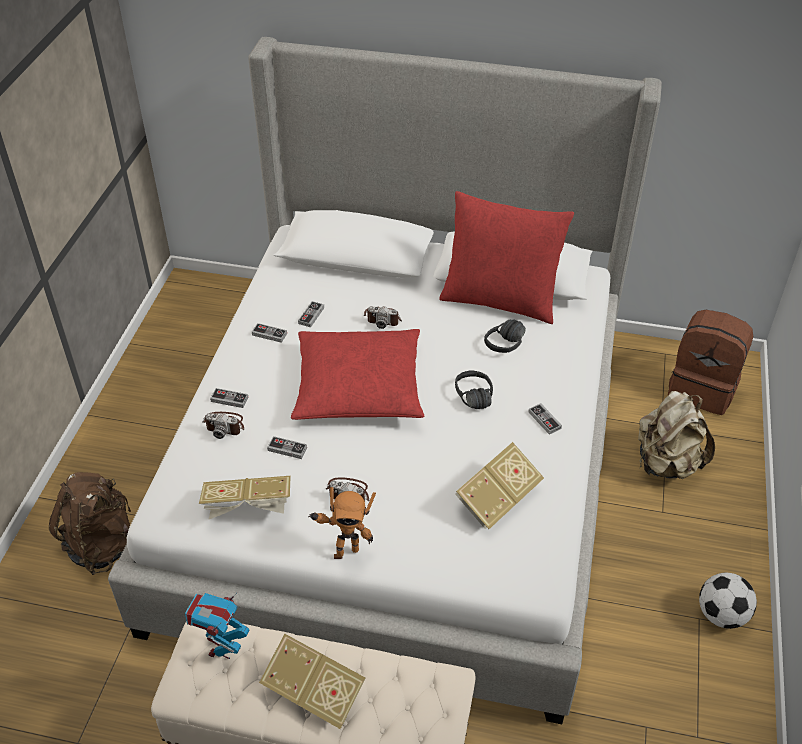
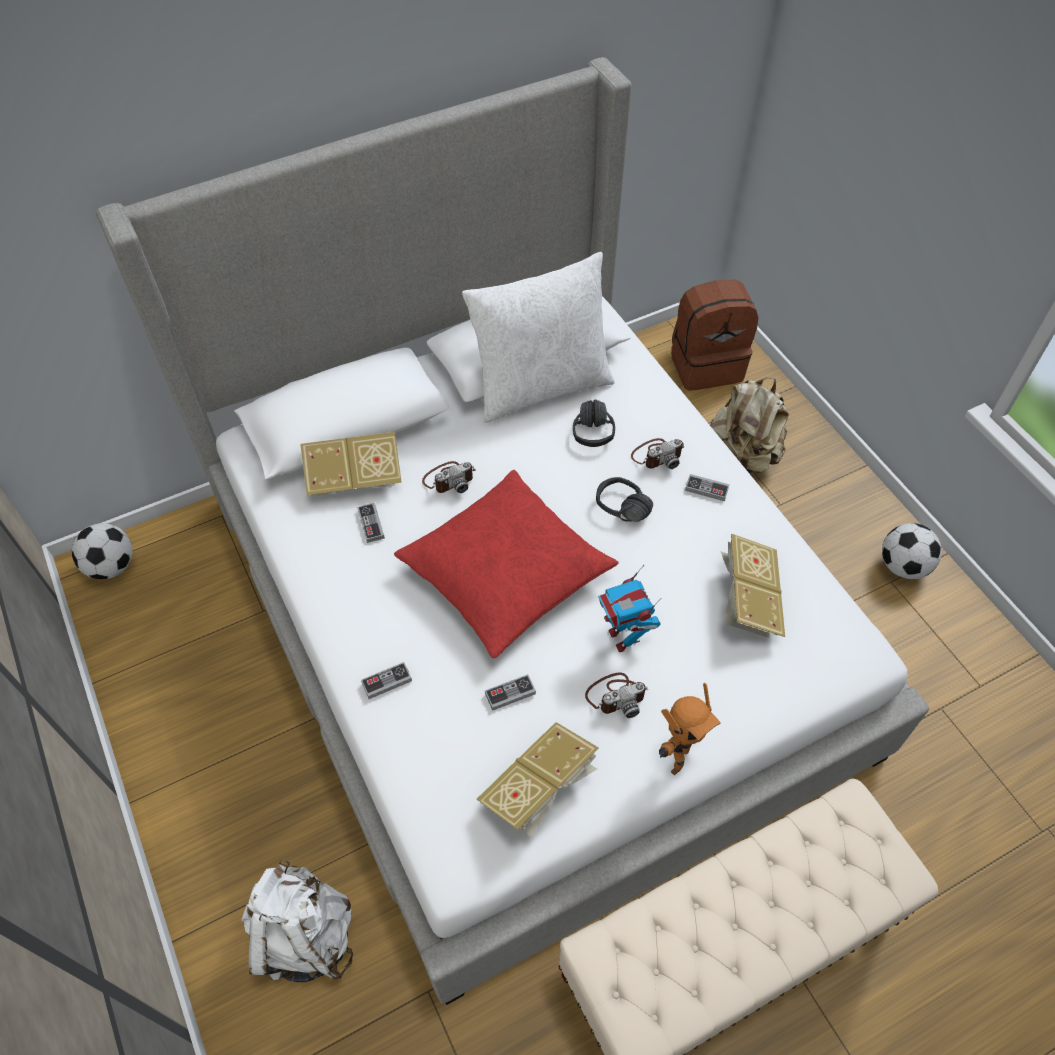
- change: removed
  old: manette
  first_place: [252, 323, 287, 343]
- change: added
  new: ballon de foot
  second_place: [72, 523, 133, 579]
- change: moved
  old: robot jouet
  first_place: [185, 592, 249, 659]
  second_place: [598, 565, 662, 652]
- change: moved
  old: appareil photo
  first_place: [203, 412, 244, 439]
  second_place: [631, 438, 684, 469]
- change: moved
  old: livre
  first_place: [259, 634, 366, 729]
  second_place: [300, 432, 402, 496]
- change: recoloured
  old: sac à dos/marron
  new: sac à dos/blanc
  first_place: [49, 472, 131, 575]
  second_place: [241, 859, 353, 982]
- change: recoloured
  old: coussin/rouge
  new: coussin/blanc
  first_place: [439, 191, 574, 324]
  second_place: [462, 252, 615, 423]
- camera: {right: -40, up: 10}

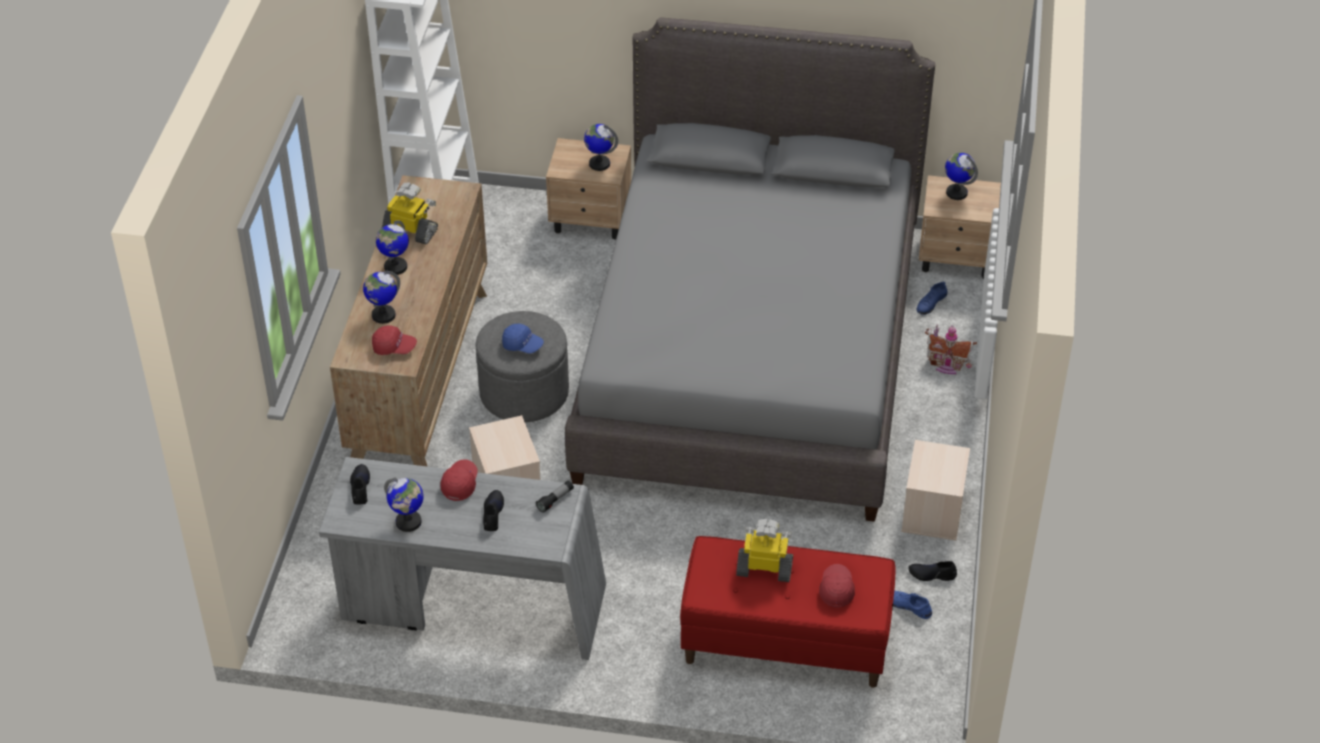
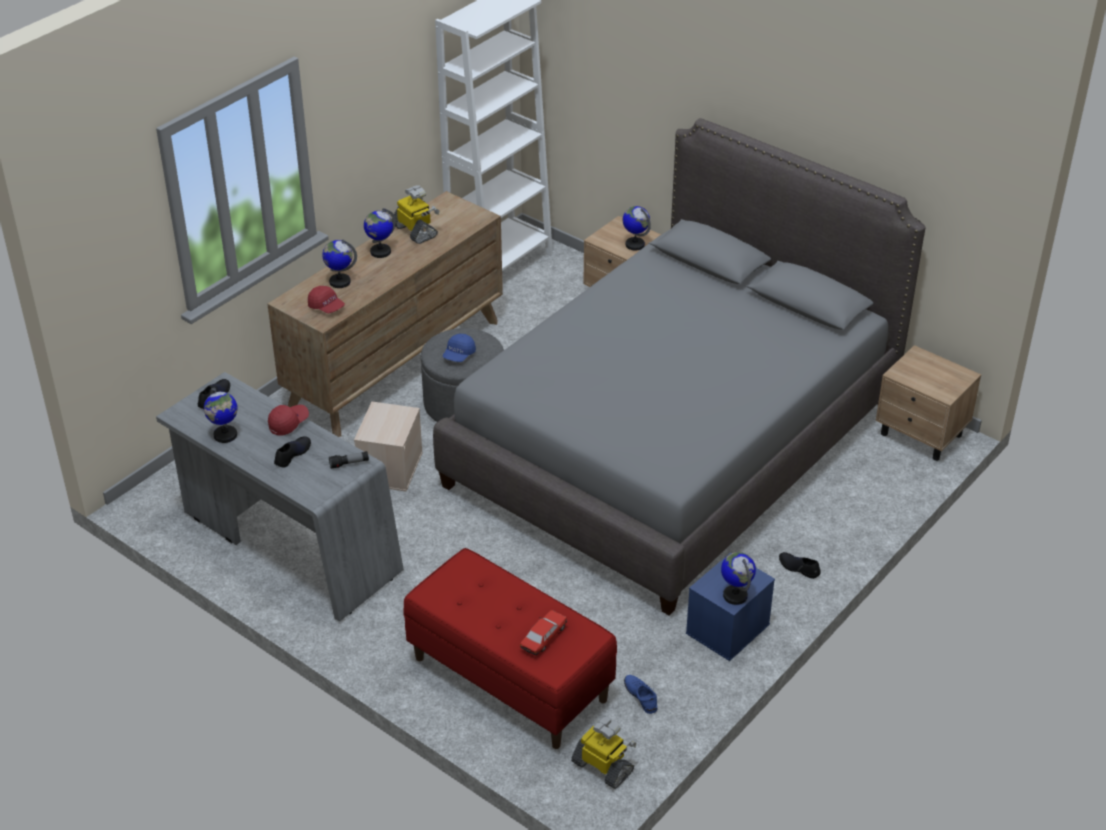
- change: removed
  old: chaussure/bleu
  first_place: [916, 281, 948, 315]
- change: removed
  old: maison miniature
  first_place: [925, 325, 977, 374]
- change: moved
  old: robot jouet
  first_place: [736, 519, 793, 582]
  second_place: [571, 717, 636, 789]
- change: moved
  old: chaussure/noir
  first_place: [908, 561, 957, 581]
  second_place: [779, 552, 821, 579]
- change: moved
  old: globe
  first_place: [945, 152, 978, 200]
  second_place: [721, 552, 756, 605]
- change: replaced
  old: casquette/rouge
  new: petite voiture
  first_place: [819, 564, 855, 608]
  second_place: [520, 610, 567, 655]
- change: recoloured
  old: boîte de rangement/beige
  new: boîte de rangement/bleu
  first_place: [901, 440, 970, 541]
  second_place: [686, 552, 775, 661]
- change: turned
  old: casquette/bleu
  first_place: [502, 324, 544, 353]
  second_place: [443, 334, 476, 362]
  degrees: 60
- camera: {right: 30, up: -5}

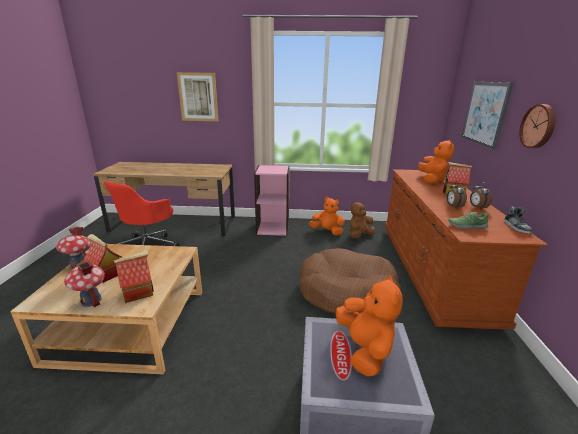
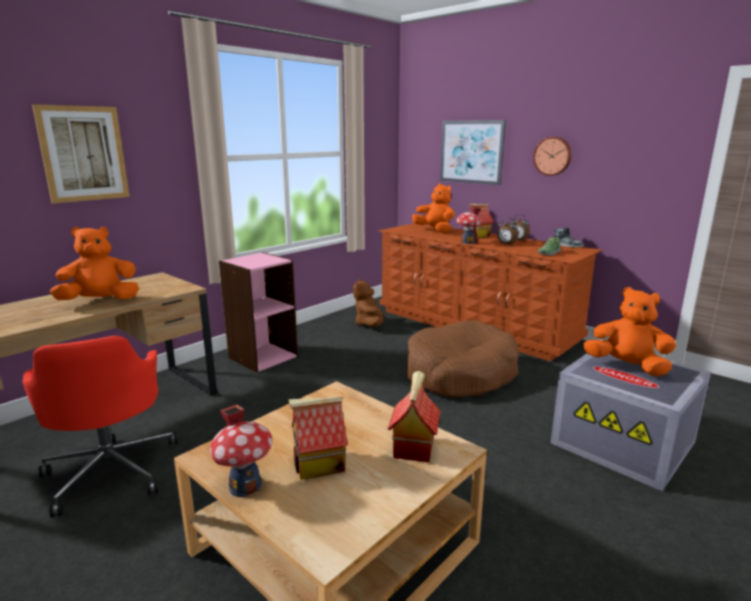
- change: moved
  old: maison miniature
  first_place: [64, 260, 105, 307]
  second_place: [456, 207, 482, 244]
- change: moved
  old: peluche/orange
  first_place: [309, 197, 345, 235]
  second_place: [50, 227, 139, 300]
- camera: {right: -50, up: -5}

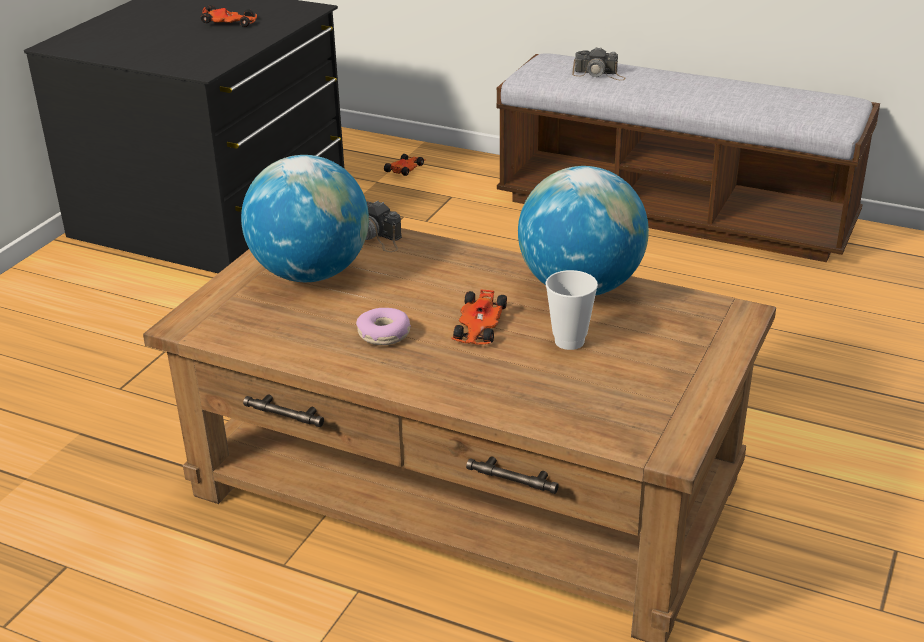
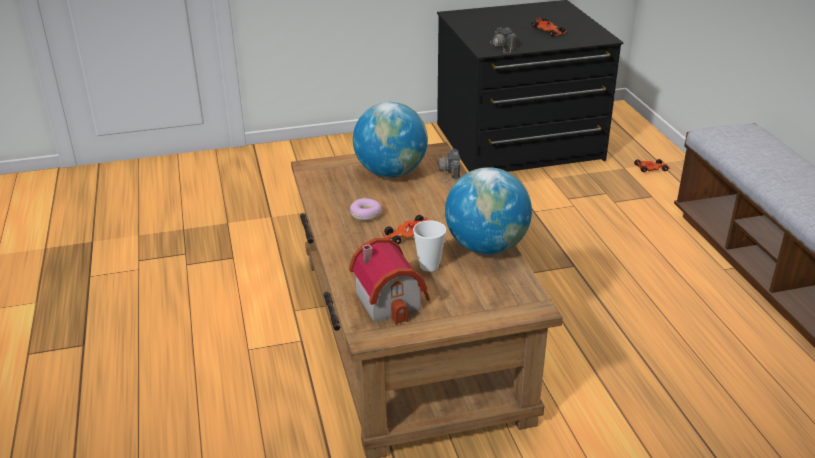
- change: added
  new: maison miniature
  second_place: [349, 238, 430, 325]
- change: moved
  old: appareil photo
  first_place: [572, 48, 626, 80]
  second_place: [490, 27, 516, 53]
- camera: {right: 50, up: 0}

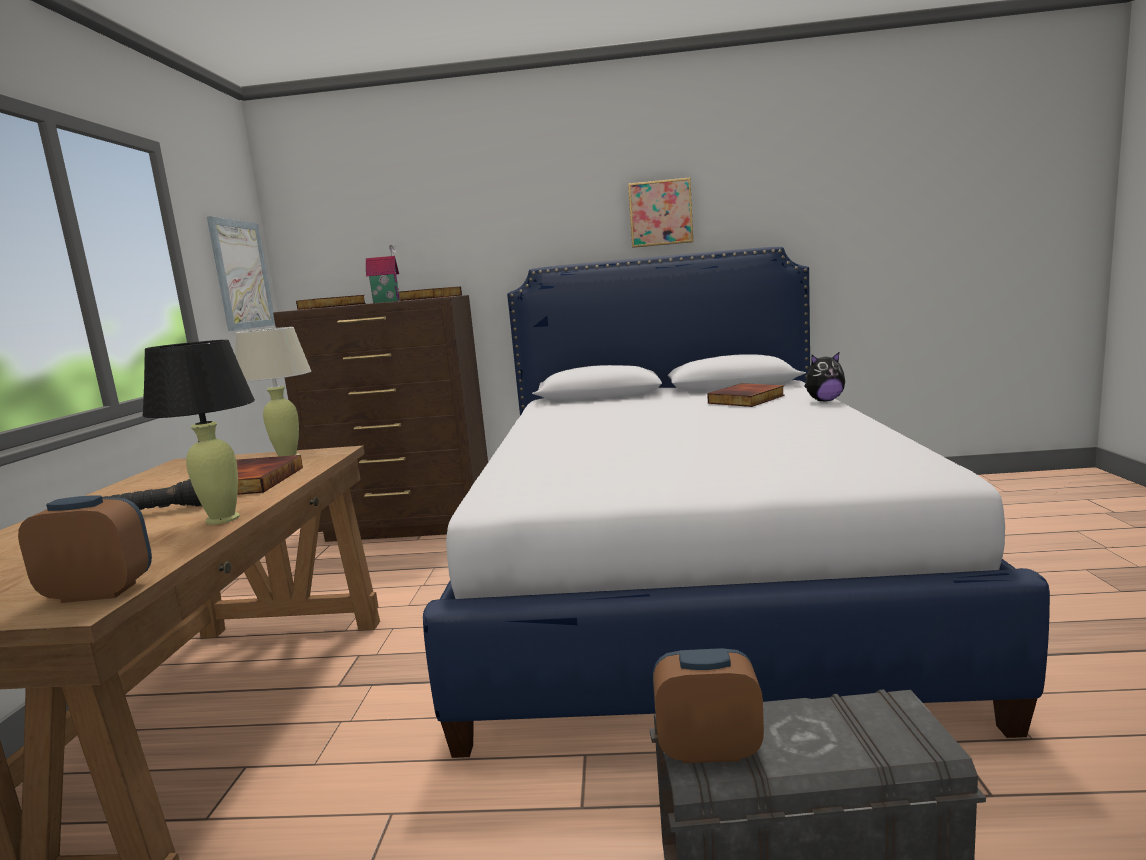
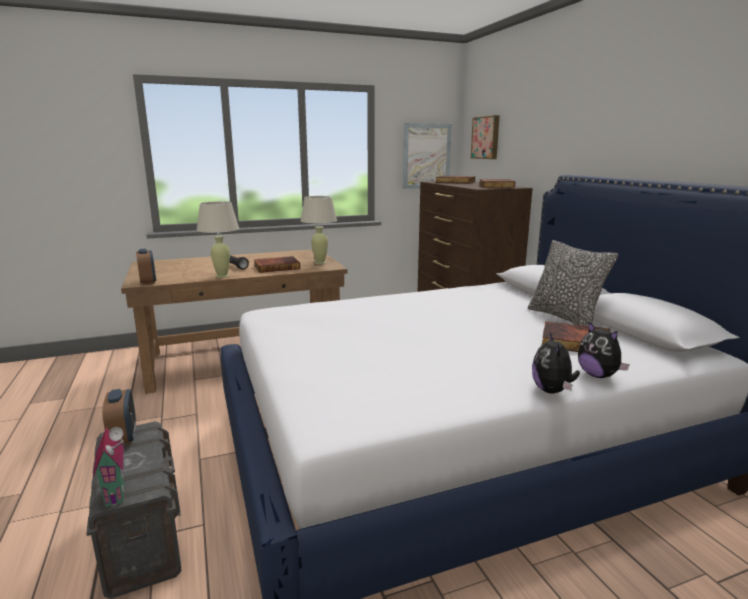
- change: added
  new: coussin
  second_place: [528, 240, 618, 326]
- change: added
  new: peluche
  second_place: [532, 333, 580, 394]
- change: moved
  old: maison miniature
  first_place: [366, 245, 400, 303]
  second_place: [93, 427, 124, 507]
- change: moved
  old: tableau
  first_place: [628, 178, 693, 248]
  second_place: [471, 115, 500, 159]
- change: recoloured
  old: lampe de table/noir
  new: lampe de table/beige
  first_place: [142, 340, 255, 525]
  second_place: [197, 201, 239, 278]
- camera: {right: 65, up: 5}

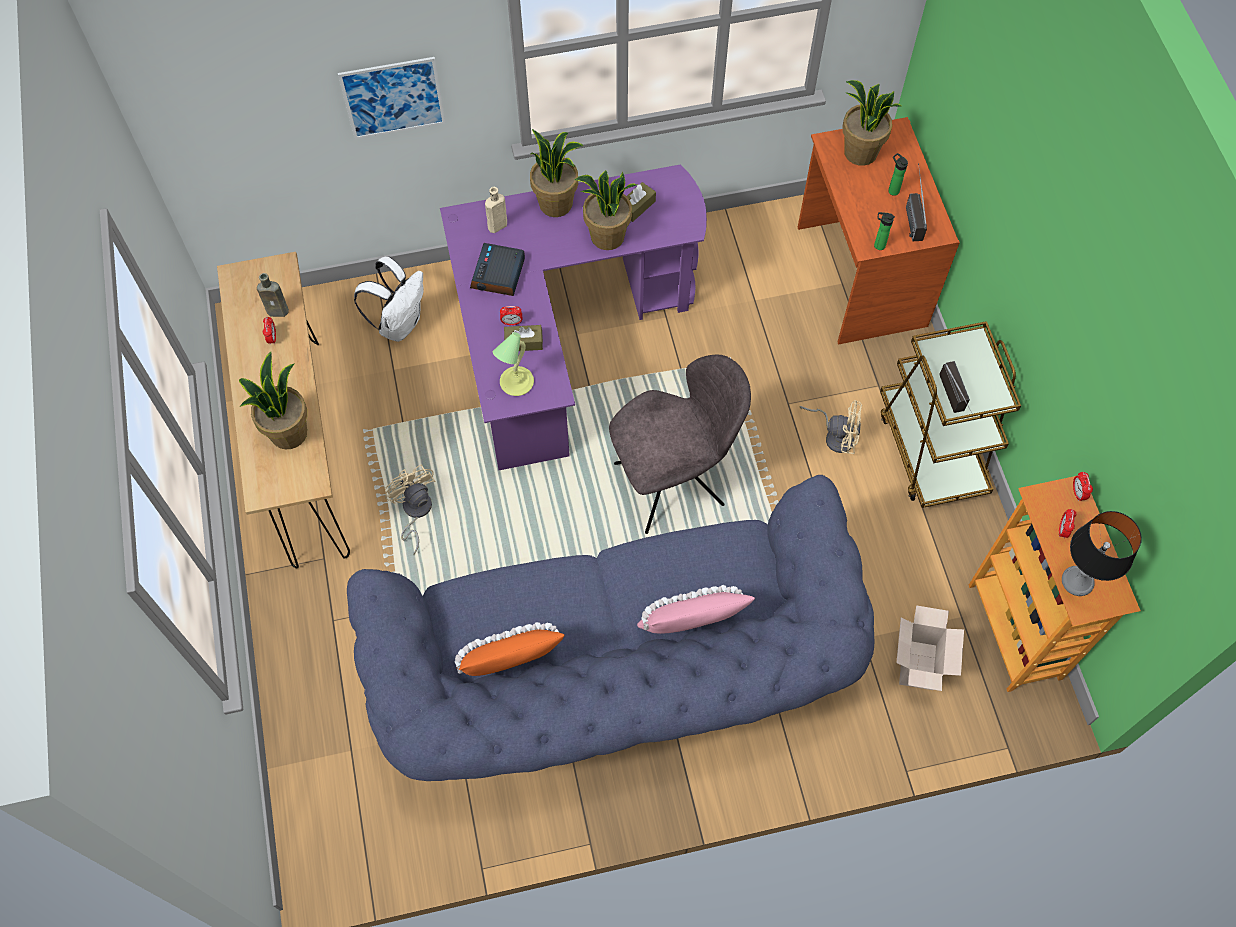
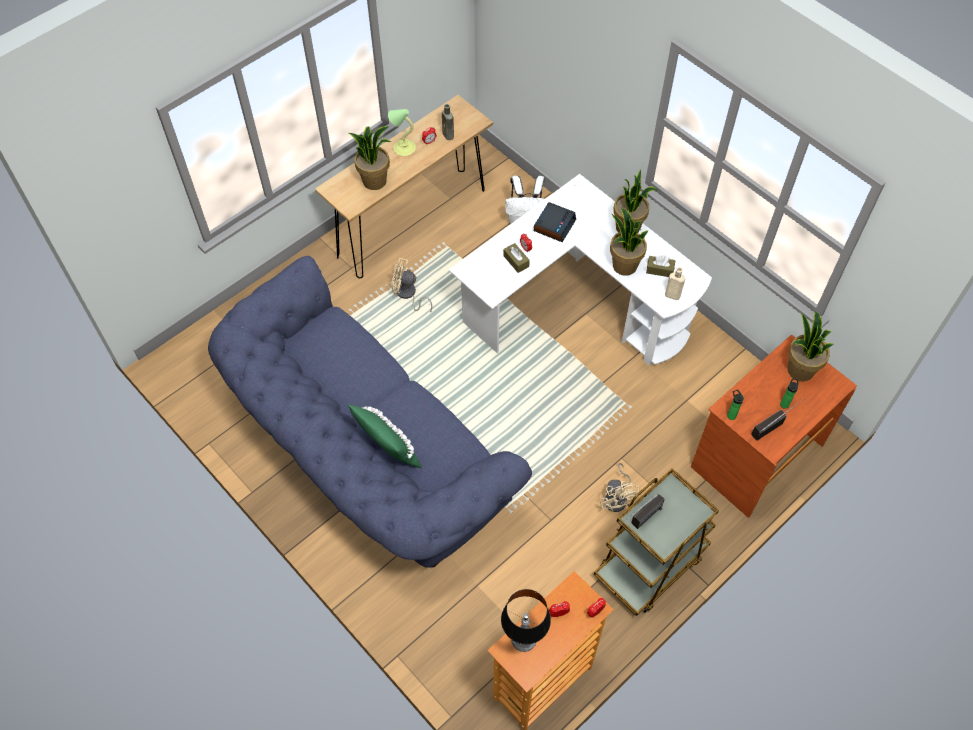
- change: removed
  old: tableau
  first_place: [338, 57, 446, 139]
- change: removed
  old: coussin/orange
  first_place: [455, 622, 565, 676]
- change: removed
  old: chaise/gris
  first_place: [609, 354, 751, 534]
- change: removed
  old: carton
  first_place: [896, 605, 964, 691]
- change: moved
  old: bouteille/beige
  first_place: [485, 187, 507, 233]
  second_place: [665, 267, 685, 300]
- change: moved
  old: lampe de table
  first_place: [493, 332, 534, 396]
  second_place: [388, 109, 416, 156]
- change: recoloured
  old: bureau/violet
  new: bureau/blanc
  first_place: [440, 164, 707, 470]
  second_place: [449, 174, 712, 366]
- change: recoloured
  old: coussin/rose
  new: coussin/vert
  first_place: [637, 585, 755, 634]
  second_place: [347, 404, 422, 468]
- change: turned
  old: ventilateur/beige
  first_place: [385, 464, 435, 554]
  second_place: [391, 258, 432, 312]
  degrees: -105
- change: turned
  old: réveil
  first_place: [470, 243, 525, 296]
  second_place: [534, 202, 576, 242]
  degrees: 135
- camera: {right: 60, up: -5}

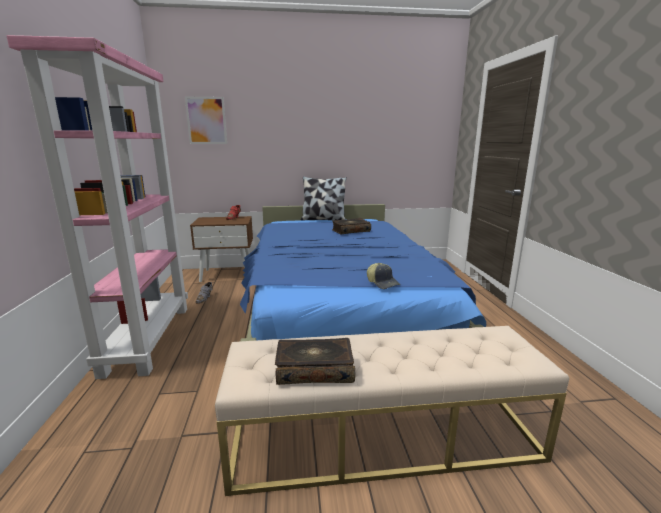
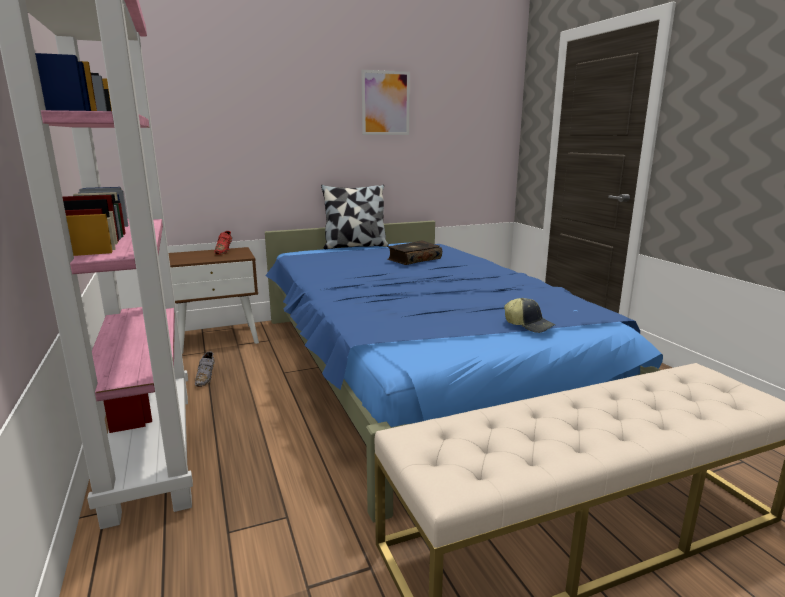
- change: removed
  old: livre
  first_place: [275, 338, 355, 385]
- change: moved
  old: tableau
  first_place: [185, 97, 227, 144]
  second_place: [361, 70, 410, 135]
- camera: {right: -15, up: 0}

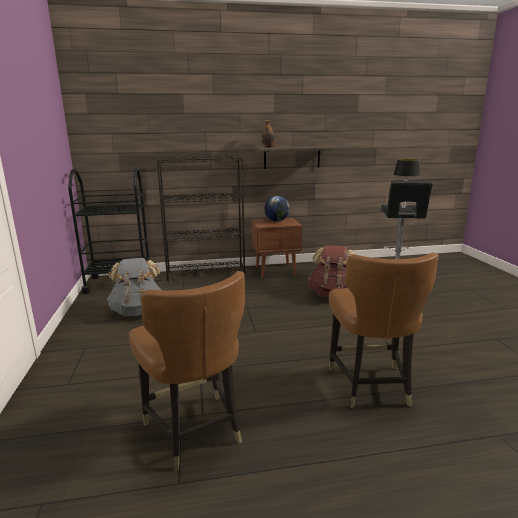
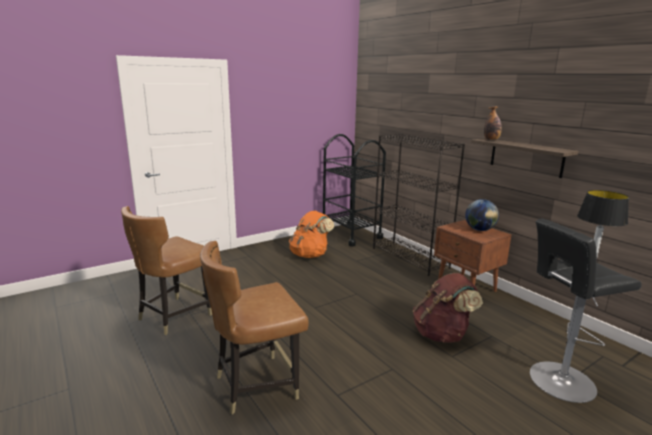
- change: recoloured
  old: sac à dos/gris
  new: sac à dos/orange
  first_place: [107, 258, 161, 316]
  second_place: [289, 211, 335, 258]
- camera: {right: 65, up: 0}

